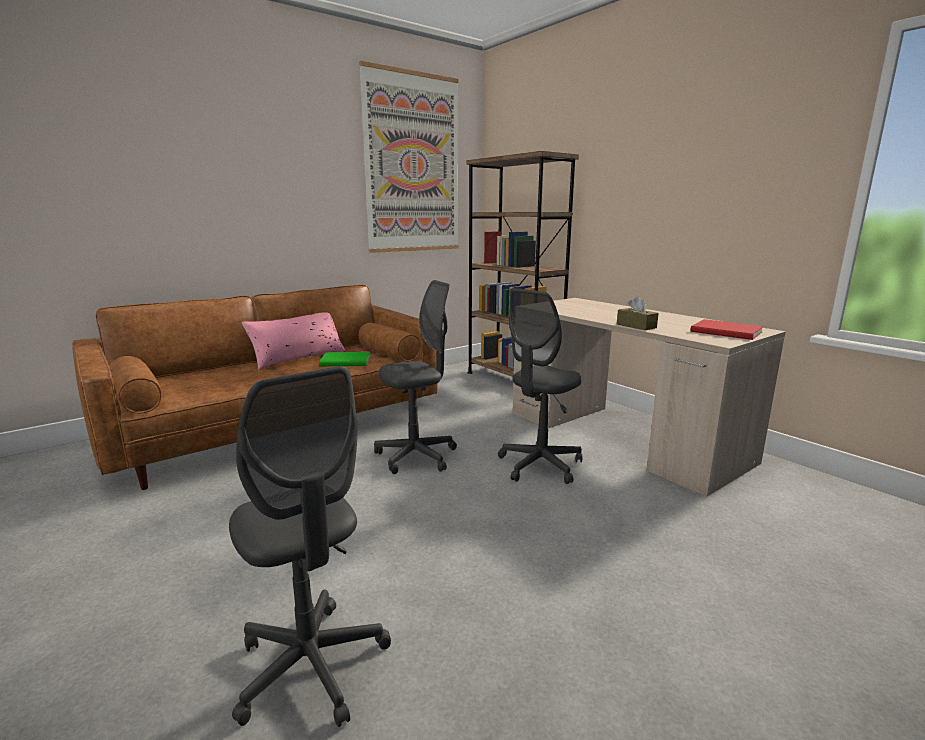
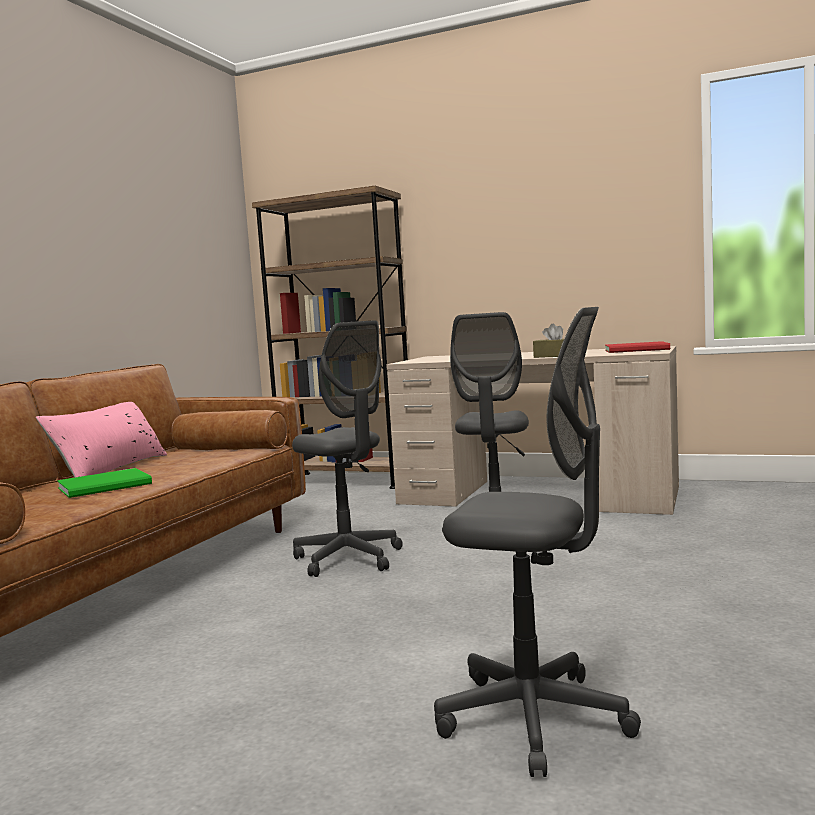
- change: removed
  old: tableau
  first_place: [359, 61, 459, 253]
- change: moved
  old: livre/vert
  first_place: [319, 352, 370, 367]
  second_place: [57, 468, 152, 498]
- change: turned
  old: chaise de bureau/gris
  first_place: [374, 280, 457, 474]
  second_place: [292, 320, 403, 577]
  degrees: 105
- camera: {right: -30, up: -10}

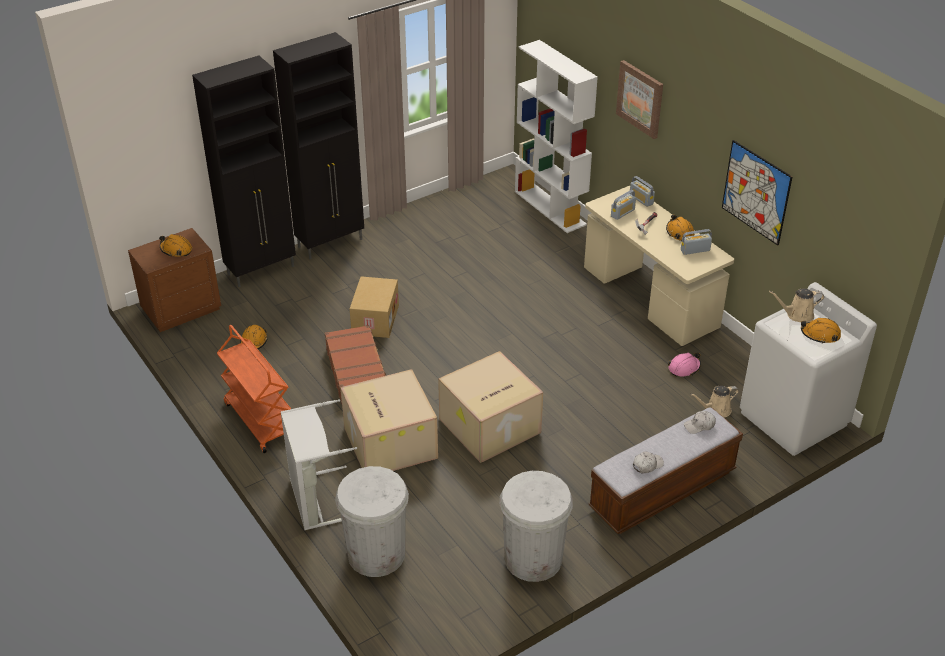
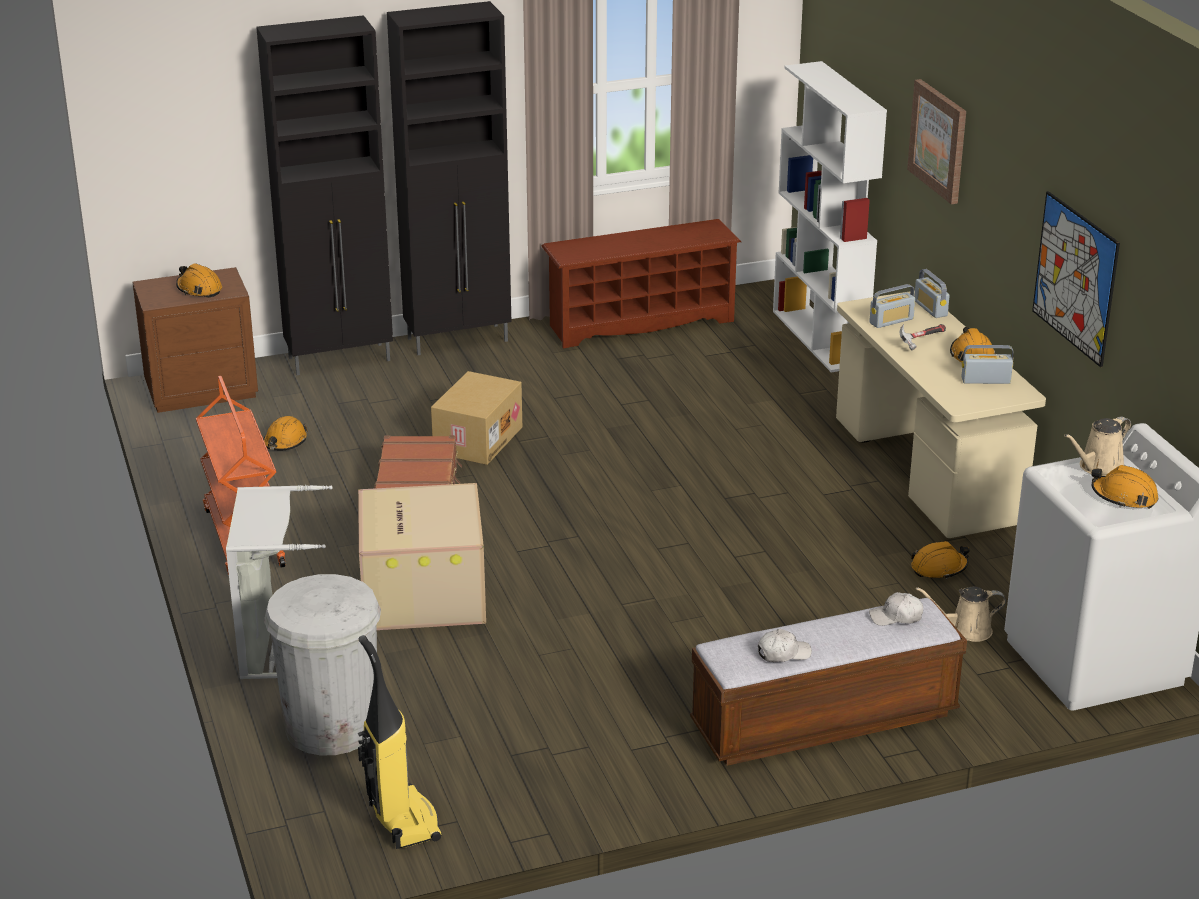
- change: removed
  old: carton
  first_place: [438, 351, 543, 463]
- change: removed
  old: poubelle/blanc
  first_place: [500, 471, 573, 582]
- change: added
  new: aspirateur
  second_place: [358, 635, 442, 849]
- change: added
  new: étagère à chaussures/marron
  second_place: [541, 219, 741, 348]
- change: recoloured
  old: casque de chantier/rose
  new: casque de chantier/orange
  first_place: [668, 353, 701, 377]
  second_place: [911, 541, 970, 579]
- change: turned
  old: arrosoir/beige
  first_place: [769, 289, 824, 323]
  second_place: [1064, 416, 1131, 476]
  degrees: -45
- camera: {right: 15, up: -10}

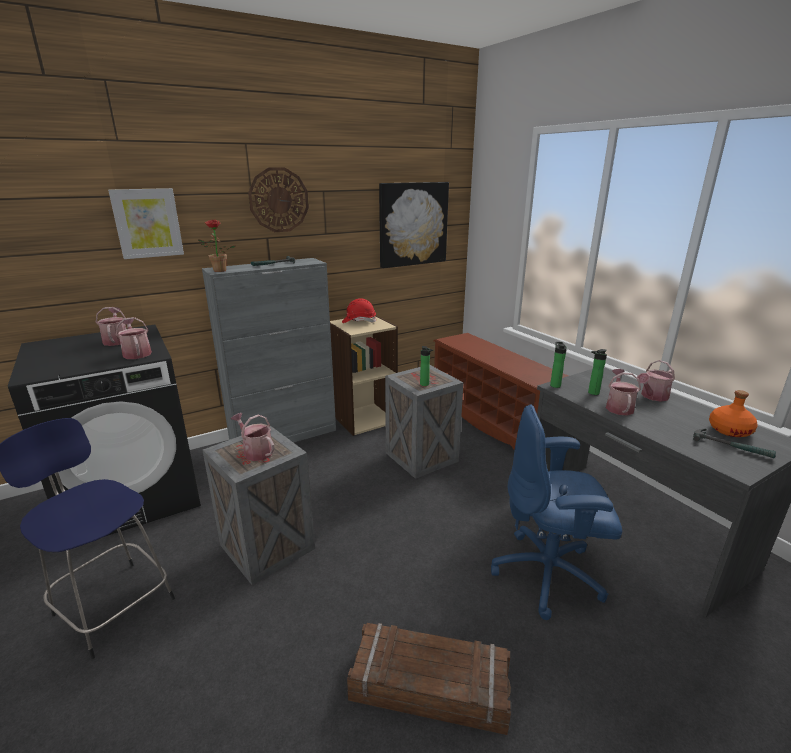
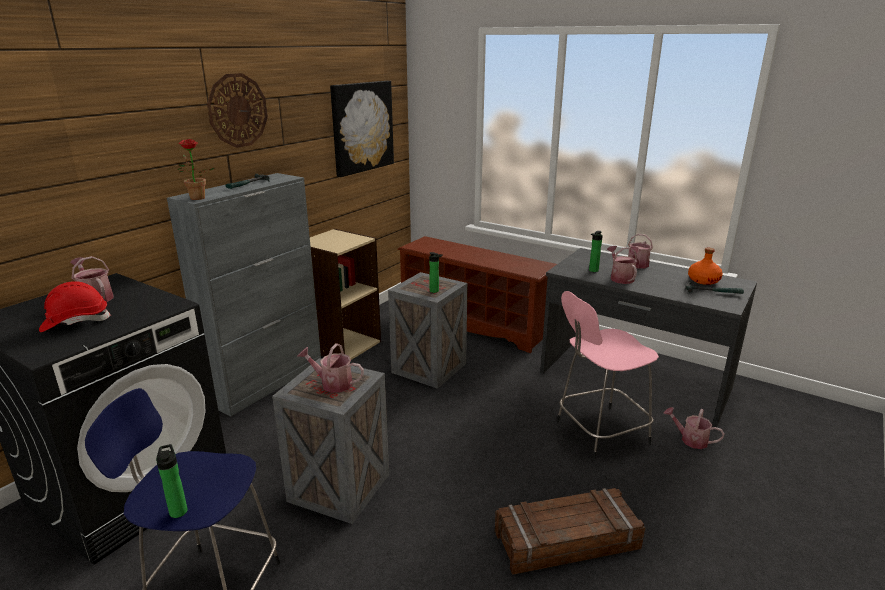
- change: removed
  old: tableau
  first_place: [108, 188, 184, 259]
- change: moved
  old: arrosoir
  first_place: [116, 317, 152, 359]
  second_place: [664, 407, 724, 449]
- change: moved
  old: casque de chantier/rouge
  first_place: [342, 298, 376, 323]
  second_place: [39, 281, 110, 332]
- change: moved
  old: bouteille
  first_place: [550, 342, 567, 388]
  second_place: [156, 444, 188, 518]
- change: replaced
  old: chaise de bureau/bleu
  new: tabouret/rose
  first_place: [491, 405, 622, 620]
  second_place: [557, 291, 659, 460]
- camera: {right: -25, up: 0}

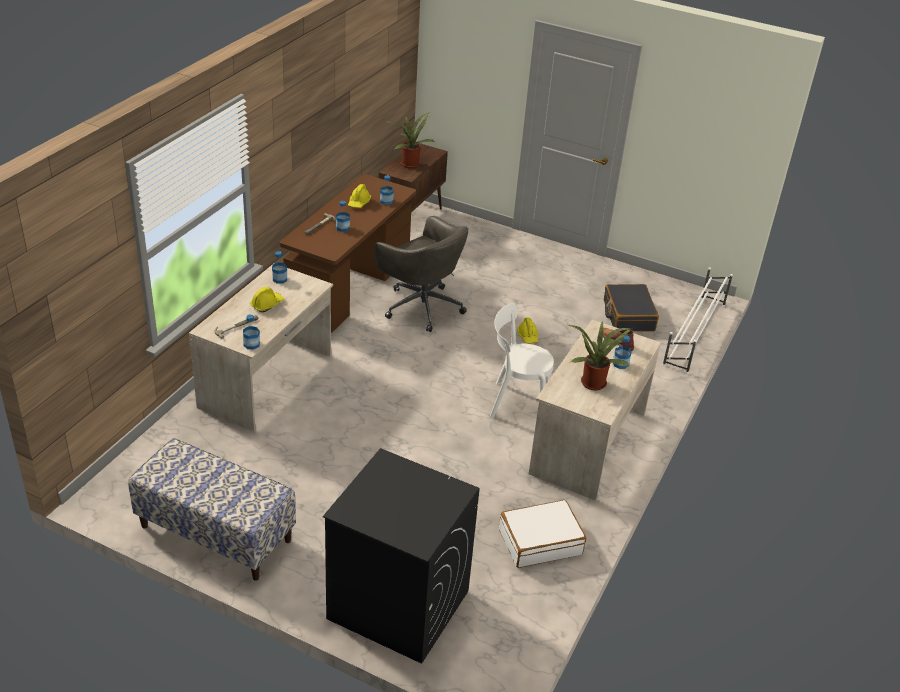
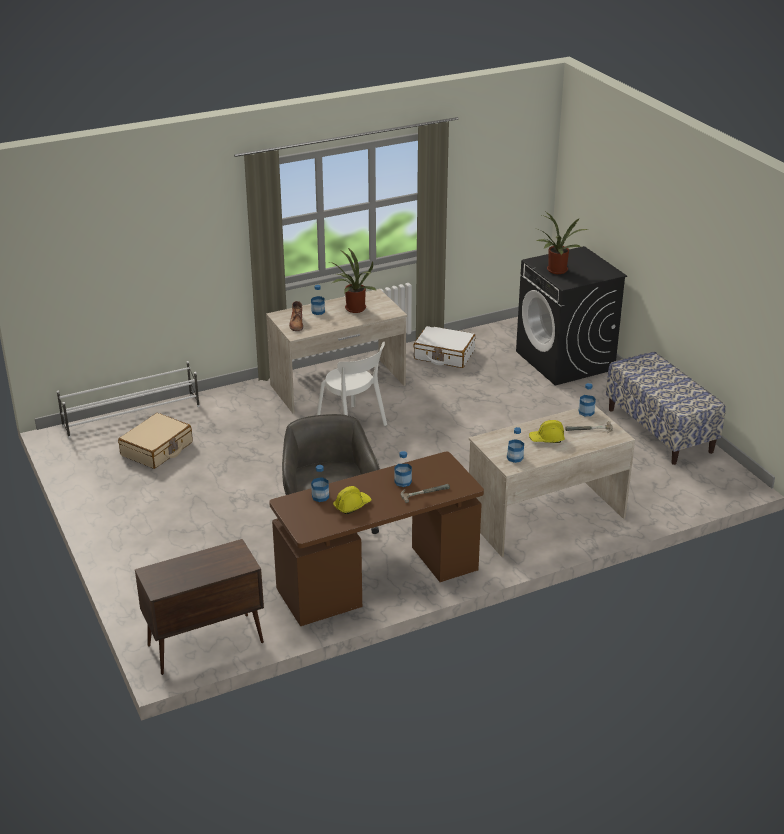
- change: removed
  old: casque de chantier/jaune
  first_place: [517, 317, 538, 343]
- change: moved
  old: plante en pot
  first_place: [387, 113, 435, 168]
  second_place: [536, 212, 589, 274]
- change: recoloured
  old: valise/noir
  new: valise/beige
  first_place: [604, 284, 659, 332]
  second_place: [118, 413, 193, 469]
- camera: {right: -140, up: -5}

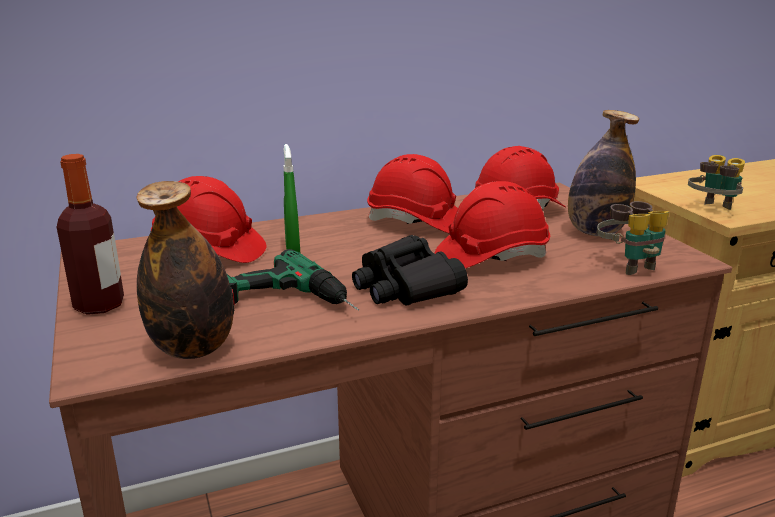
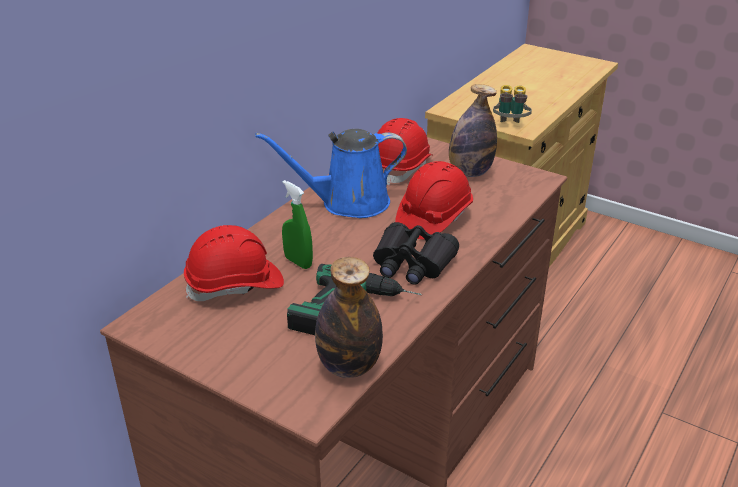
- change: removed
  old: bouteille
  first_place: [57, 154, 124, 315]
- change: removed
  old: jumelles
  first_place: [597, 201, 669, 275]
- change: replaced
  old: casque de chantier/rouge
  new: arrosoir/bleu
  first_place: [367, 154, 458, 234]
  second_place: [255, 129, 407, 218]
- camera: {right: -35, up: 10}

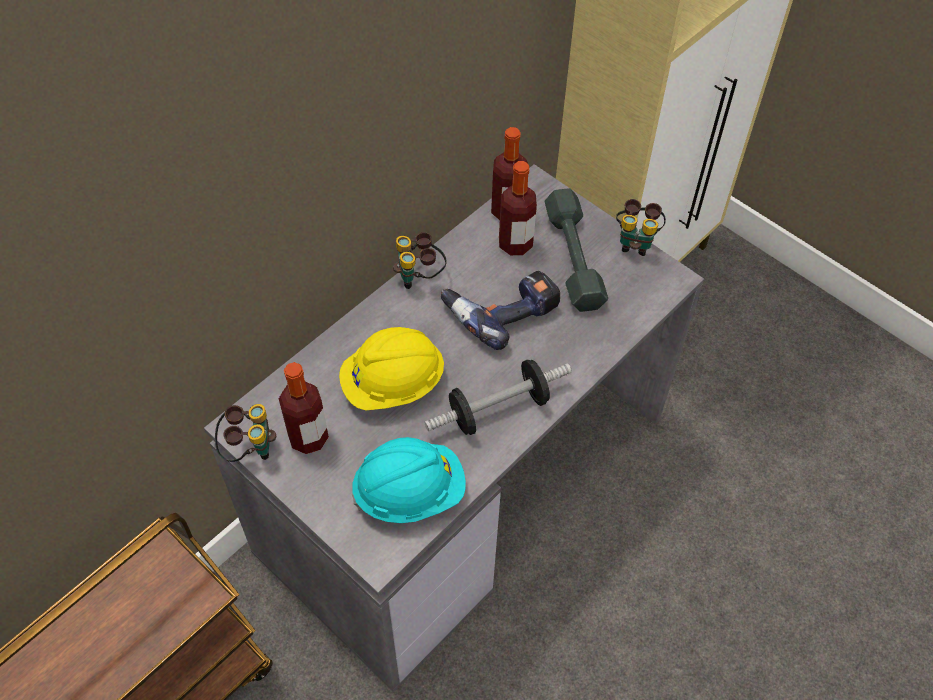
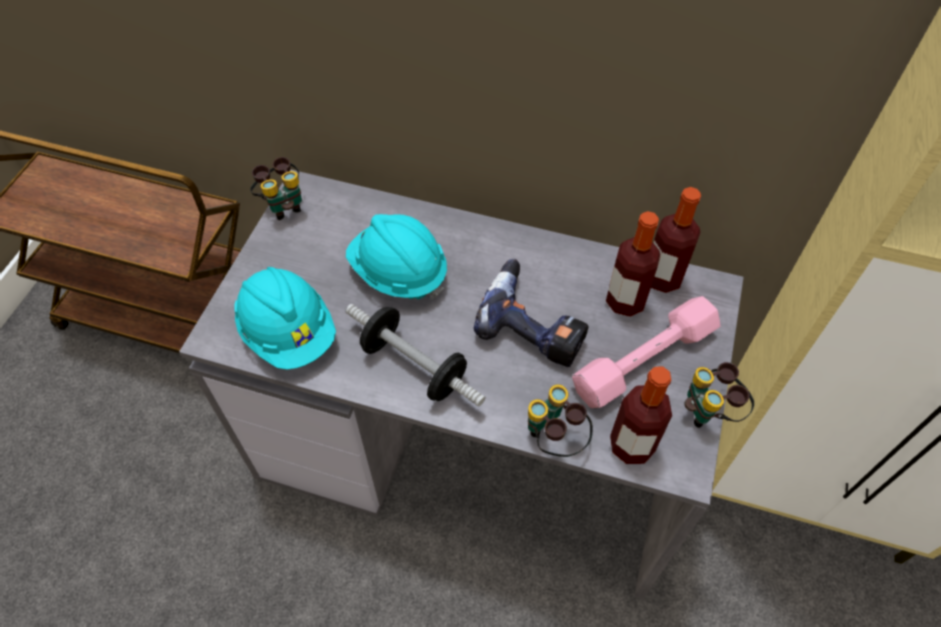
- change: moved
  old: bouteille
  first_place: [279, 362, 329, 454]
  second_place: [610, 367, 672, 464]
- change: moved
  old: jumelles
  first_place: [393, 232, 447, 289]
  second_place: [528, 384, 593, 457]
- change: recoloured
  old: casque de chantier/jaune
  new: casque de chantier/turquoise
  first_place: [339, 327, 444, 410]
  second_place: [346, 214, 447, 300]
- change: recoloured
  old: haltère/gris
  new: haltère/rose
  first_place: [545, 188, 608, 312]
  second_place: [572, 296, 720, 408]
- camera: {right: 65, up: 0}

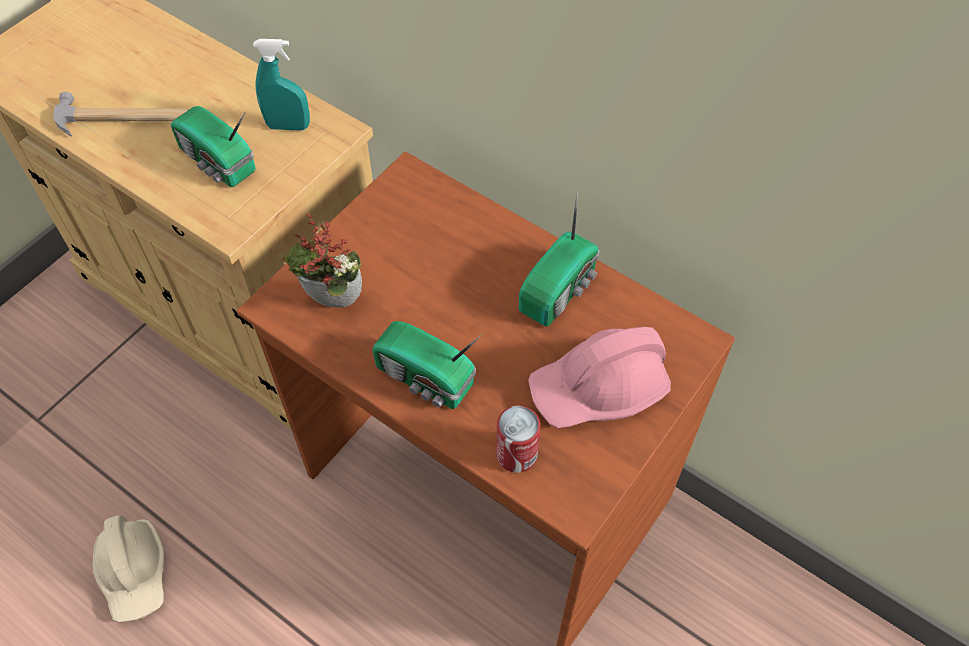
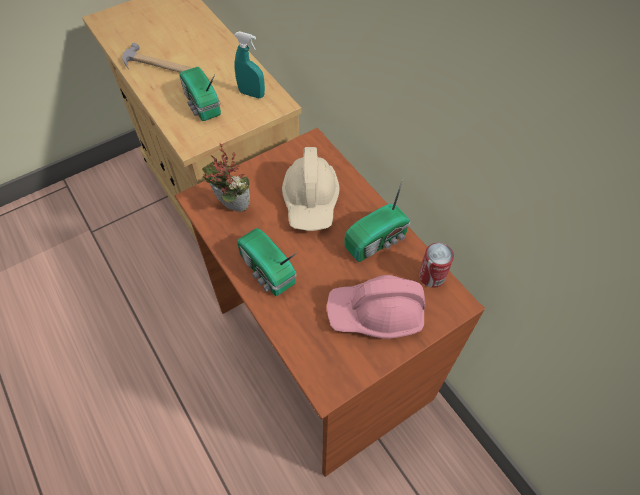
- change: moved
  old: casque de chantier/beige
  first_place: [93, 515, 165, 622]
  second_place: [282, 147, 340, 231]
- change: moved
  old: boîte métallique
  first_place: [496, 406, 541, 473]
  second_place: [419, 243, 454, 288]
- camera: {right: 20, up: 0}

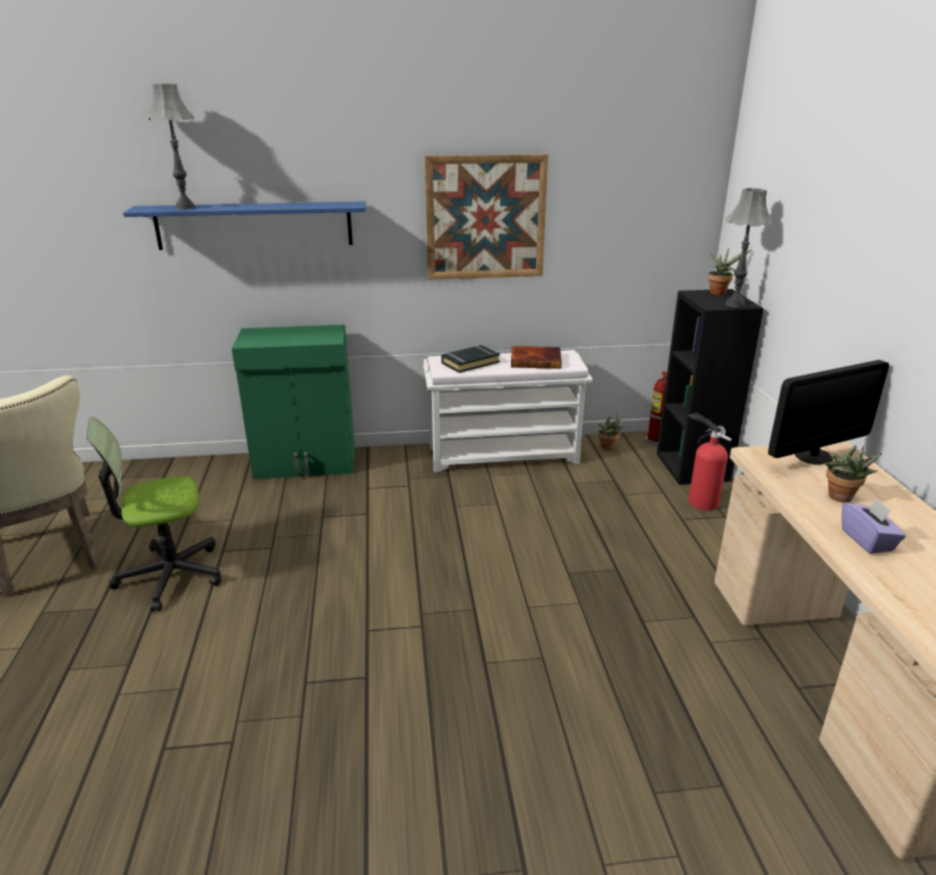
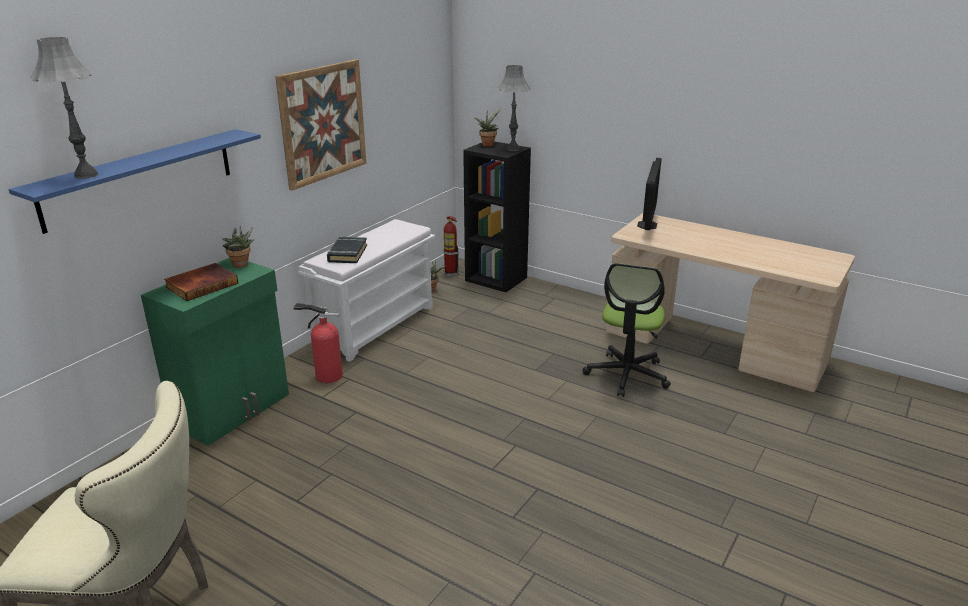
- change: removed
  old: boîte à mouchoirs/violet
  first_place: [842, 498, 906, 554]
- change: moved
  old: chaise de bureau
  first_place: [87, 417, 221, 611]
  second_place: [583, 263, 671, 397]
- change: moved
  old: livre
  first_place: [511, 346, 562, 369]
  second_place: [164, 263, 239, 301]
- change: moved
  old: extincteur
  first_place: [688, 412, 732, 510]
  second_place: [293, 303, 343, 383]
- change: moved
  old: plante en pot
  first_place: [825, 445, 882, 502]
  second_place: [222, 226, 255, 268]
- camera: {right: -50, up: 0}

